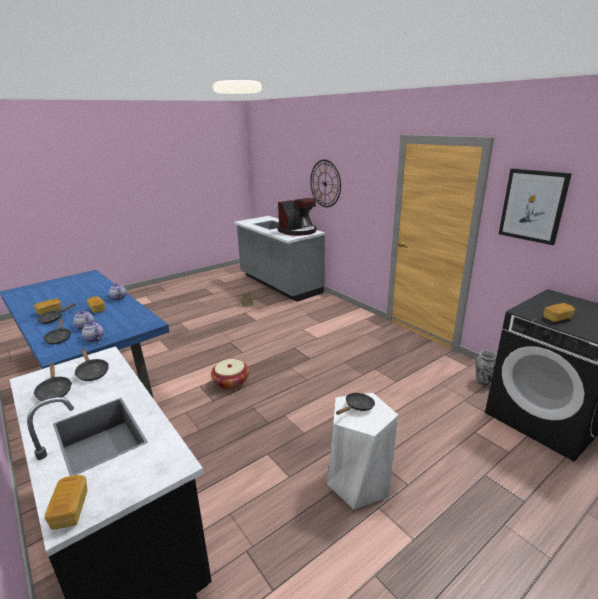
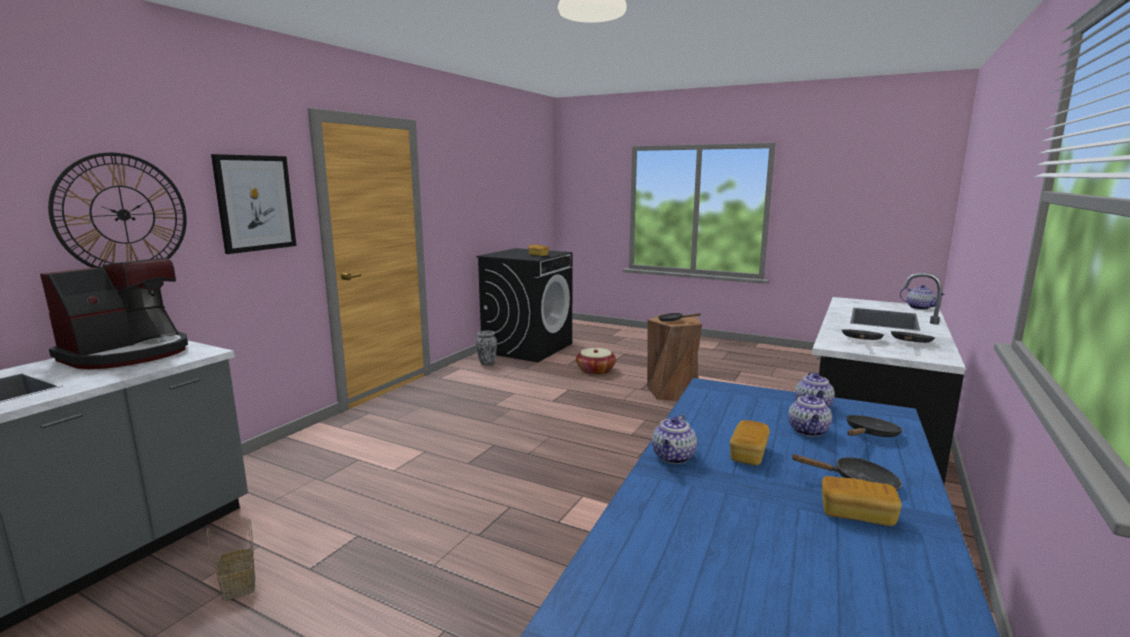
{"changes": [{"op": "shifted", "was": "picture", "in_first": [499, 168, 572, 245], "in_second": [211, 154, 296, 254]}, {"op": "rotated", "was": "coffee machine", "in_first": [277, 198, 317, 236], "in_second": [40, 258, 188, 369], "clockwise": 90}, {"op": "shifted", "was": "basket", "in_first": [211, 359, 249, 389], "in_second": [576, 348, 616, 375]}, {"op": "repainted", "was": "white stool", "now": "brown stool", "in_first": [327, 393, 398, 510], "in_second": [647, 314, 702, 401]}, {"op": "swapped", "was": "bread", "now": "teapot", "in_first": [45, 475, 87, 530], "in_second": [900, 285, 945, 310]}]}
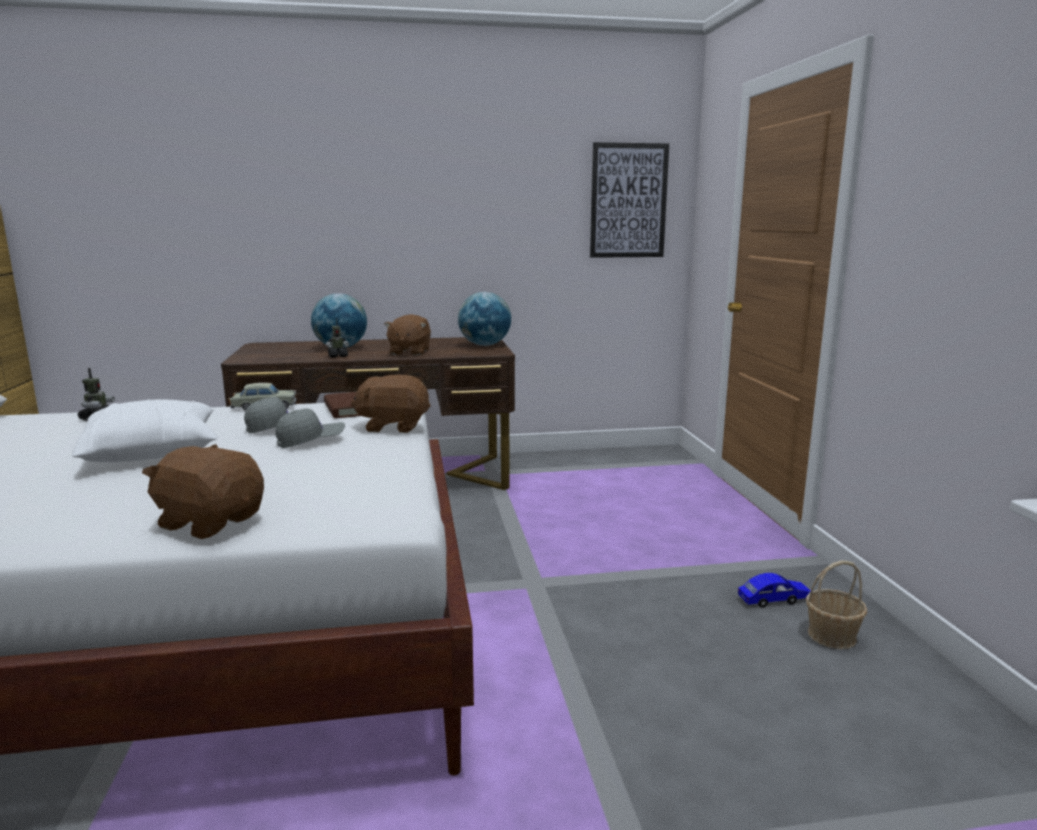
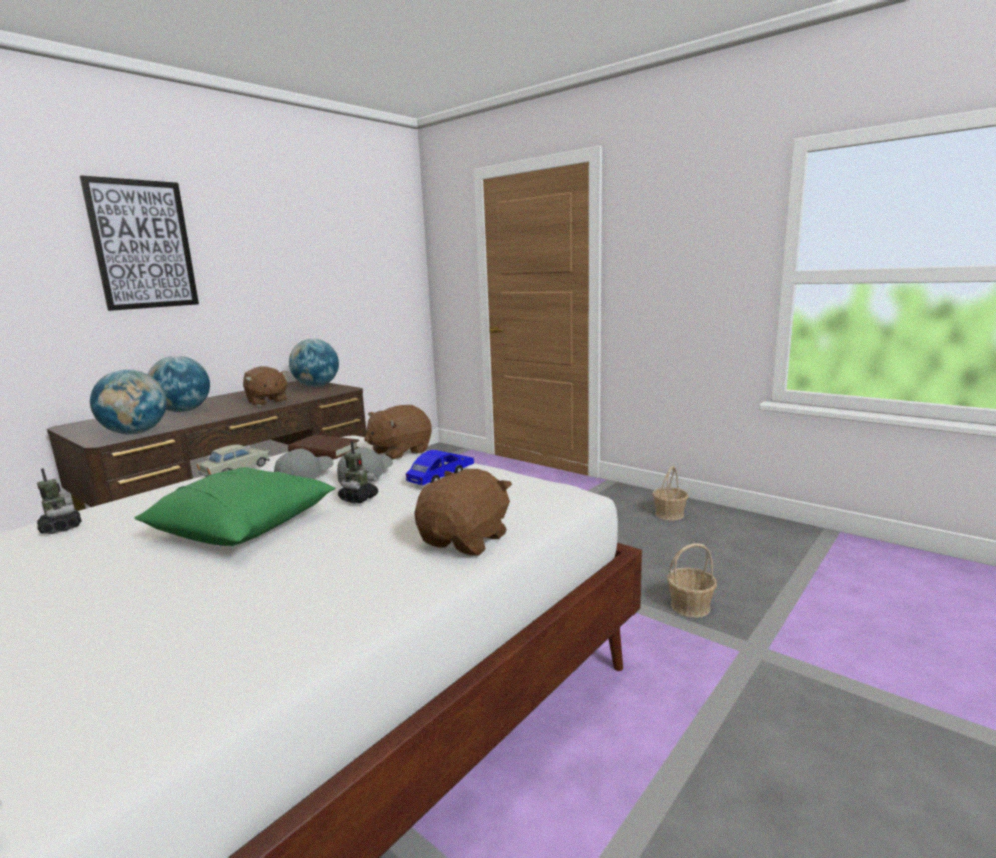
{"changes": [{"op": "shifted", "was": "picture", "in_first": [590, 142, 669, 258], "in_second": [80, 175, 199, 311]}, {"op": "shifted", "was": "toy robot", "in_first": [326, 318, 349, 358], "in_second": [338, 441, 378, 504]}, {"op": "repainted", "was": "white pillow", "now": "green pillow", "in_first": [72, 399, 218, 462], "in_second": [134, 467, 336, 546]}, {"op": "rotated", "was": "brown plush toy", "in_first": [142, 444, 264, 539], "in_second": [414, 469, 512, 556], "clockwise": 135}, {"op": "shifted", "was": "blue toy car", "in_first": [738, 573, 811, 608], "in_second": [406, 450, 474, 485]}, {"op": "new", "now": "globe", "in_second": [90, 369, 167, 435]}, {"op": "new", "now": "basket", "in_second": [667, 543, 717, 618]}]}
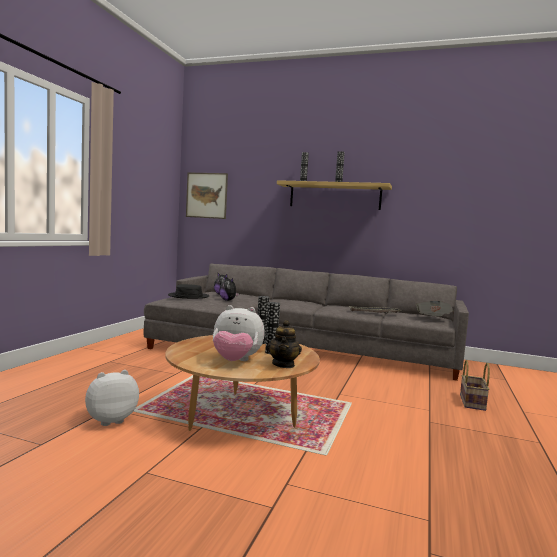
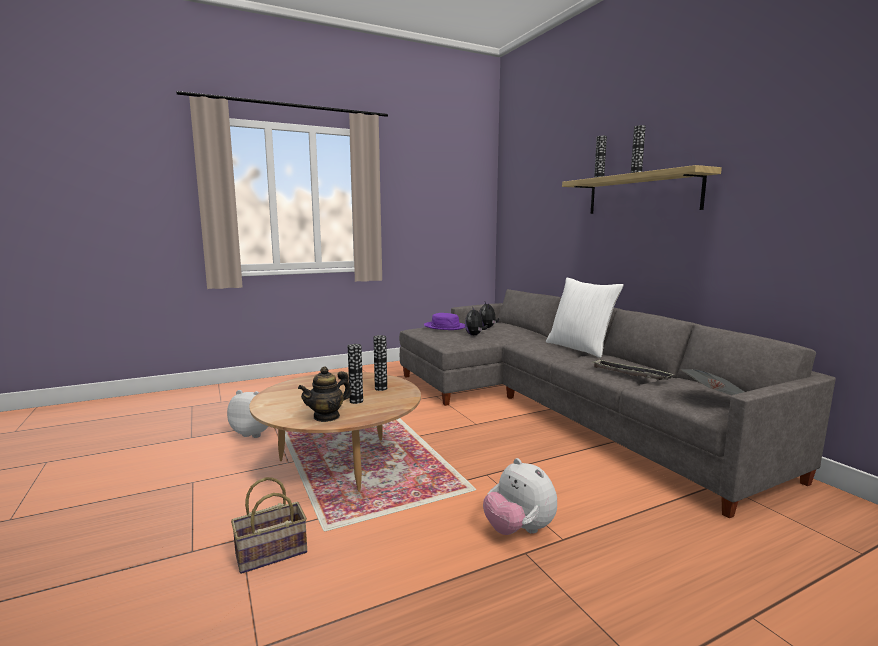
{"changes": [{"op": "gone", "was": "picture", "in_first": [186, 172, 228, 219]}, {"op": "repainted", "was": "black hat", "now": "purple hat", "in_first": [168, 284, 210, 299], "in_second": [424, 313, 465, 330]}, {"op": "shifted", "was": "plush toy", "in_first": [213, 305, 265, 361], "in_second": [483, 458, 557, 535]}, {"op": "shifted", "was": "basket", "in_first": [460, 360, 490, 411], "in_second": [231, 477, 307, 574]}, {"op": "new", "now": "white pillow", "in_second": [546, 278, 624, 358]}]}
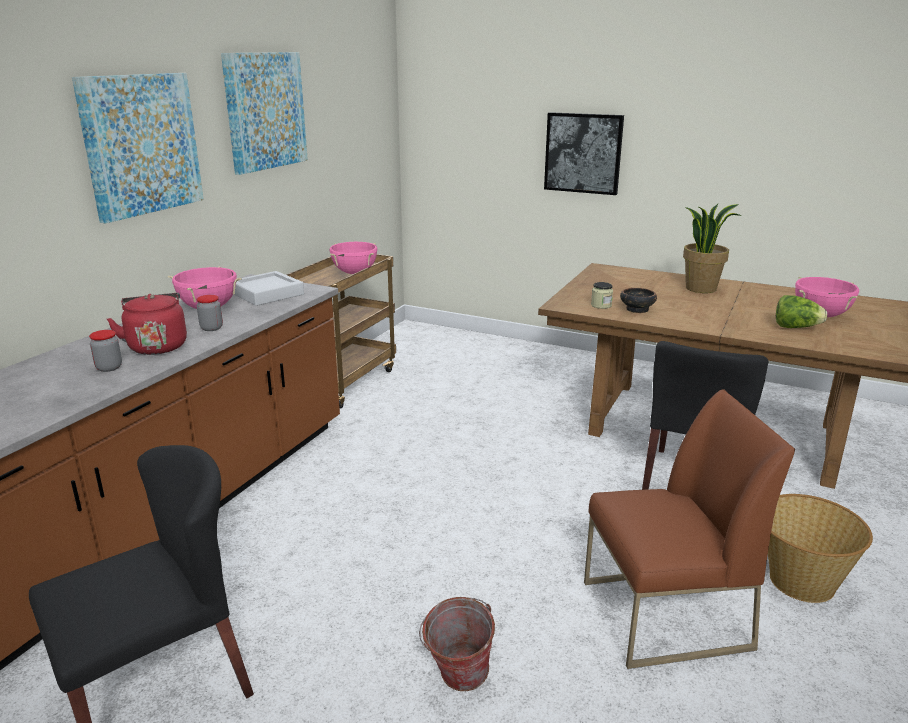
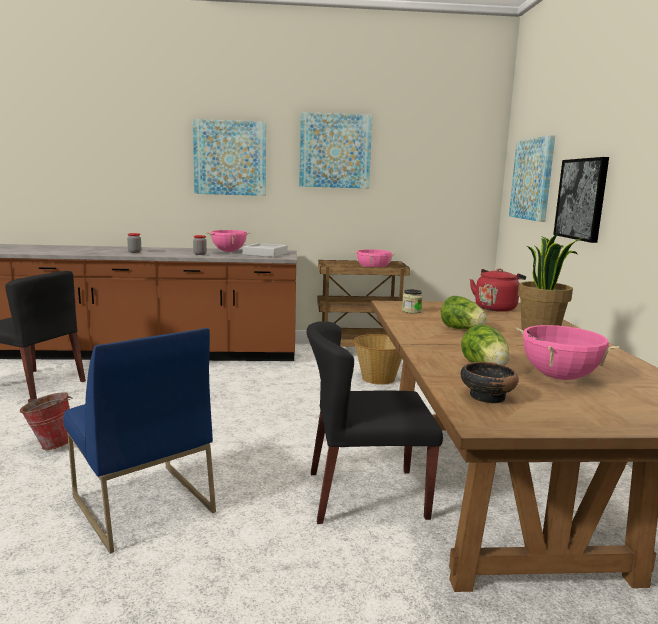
{"changes": [{"op": "shifted", "was": "bowl", "in_first": [620, 288, 657, 313], "in_second": [461, 362, 519, 403]}, {"op": "shifted", "was": "red kettle", "in_first": [107, 293, 187, 355], "in_second": [470, 269, 526, 312]}, {"op": "repainted", "was": "brown chair", "now": "blue chair", "in_first": [584, 389, 795, 669], "in_second": [63, 328, 216, 554]}, {"op": "shifted", "was": "basket", "in_first": [768, 494, 873, 603], "in_second": [353, 334, 402, 385]}, {"op": "new", "now": "picture", "in_second": [509, 135, 555, 222]}, {"op": "new", "now": "lettuce", "in_second": [441, 296, 487, 329]}]}
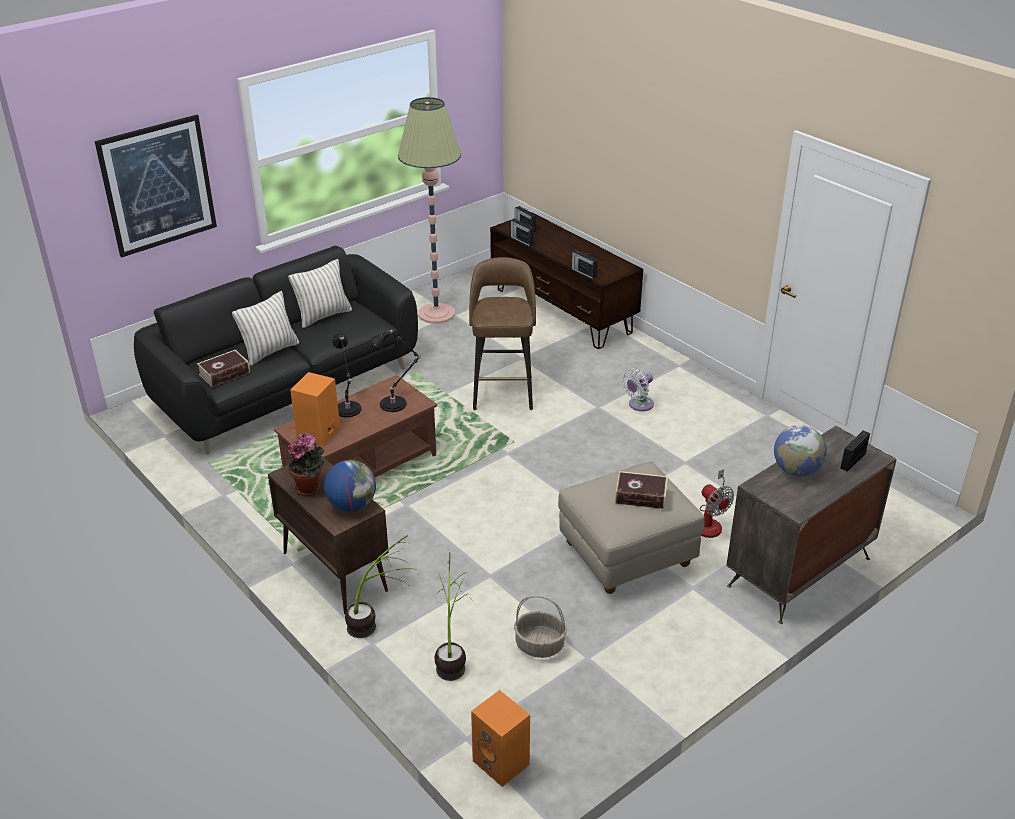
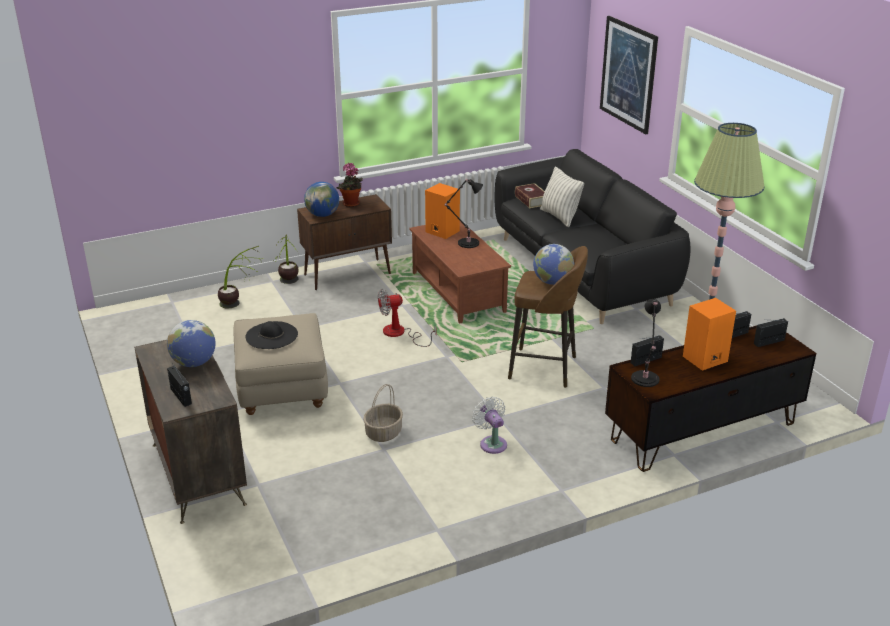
{"changes": [{"op": "gone", "was": "pillow", "in_first": [288, 259, 352, 328]}, {"op": "shifted", "was": "black table lamp", "in_first": [371, 329, 421, 412], "in_second": [631, 299, 661, 387]}, {"op": "shifted", "was": "fan", "in_first": [700, 469, 734, 538], "in_second": [378, 289, 436, 347]}, {"op": "swapped", "was": "book", "now": "black hat", "in_first": [615, 471, 668, 509], "in_second": [246, 321, 298, 349]}, {"op": "shifted", "was": "basket", "in_first": [514, 596, 566, 658], "in_second": [363, 384, 403, 442]}, {"op": "shifted", "was": "orange speaker", "in_first": [471, 690, 530, 787], "in_second": [683, 298, 736, 371]}, {"op": "new", "now": "globe", "in_second": [533, 244, 574, 285]}]}
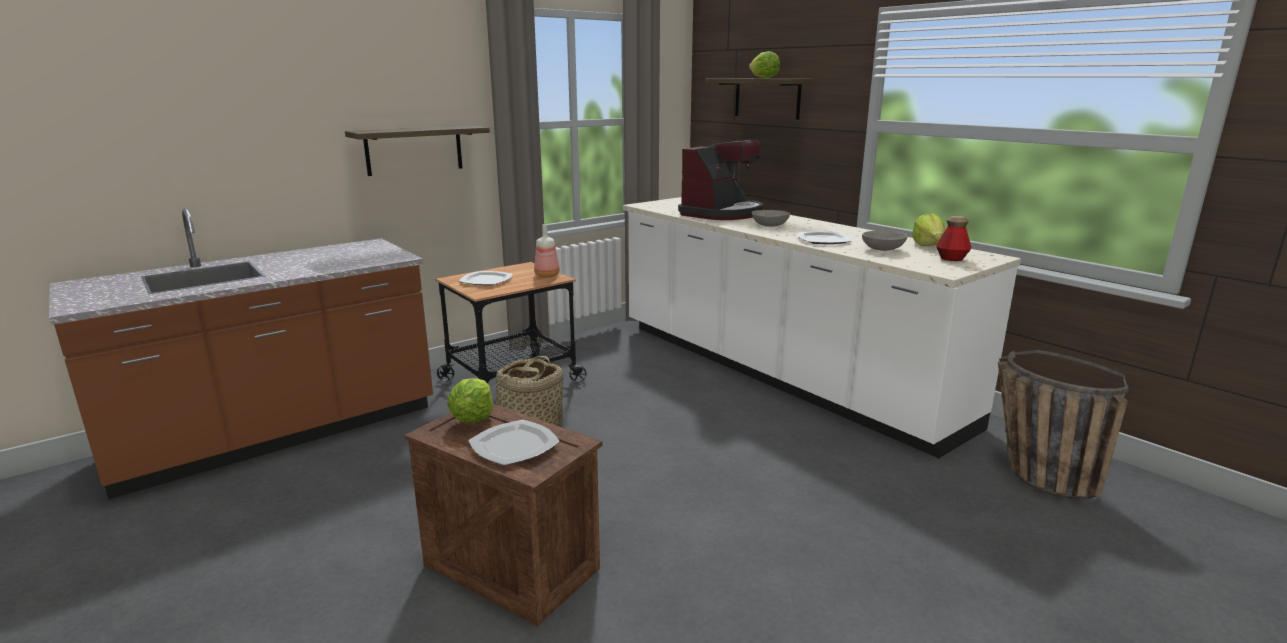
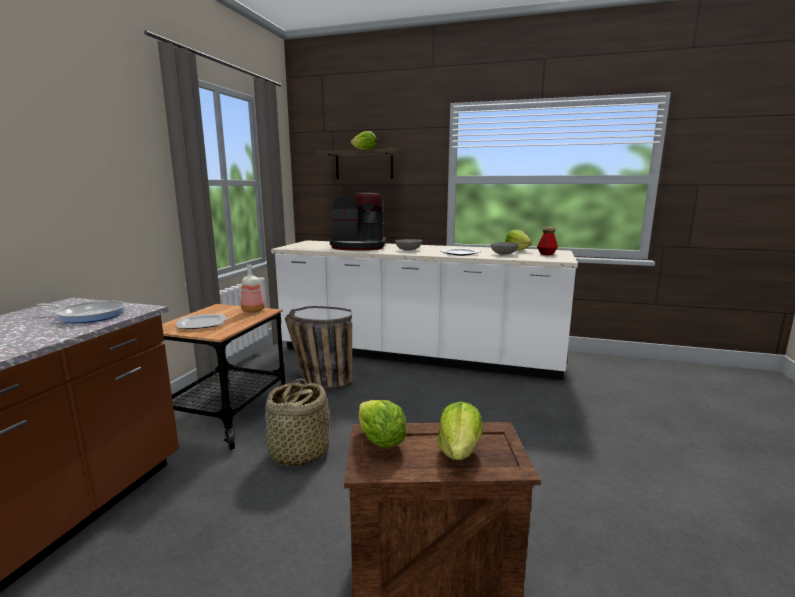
{"changes": [{"op": "gone", "was": "shelf", "in_first": [345, 125, 490, 176]}, {"op": "rotated", "was": "coffee machine", "in_first": [678, 139, 763, 220], "in_second": [330, 192, 386, 251], "clockwise": 90}, {"op": "shifted", "was": "basket", "in_first": [998, 350, 1129, 499], "in_second": [285, 306, 352, 390]}, {"op": "swapped", "was": "plate", "now": "lettuce", "in_first": [468, 420, 560, 465], "in_second": [438, 401, 483, 460]}, {"op": "new", "now": "frying pan", "in_second": [37, 301, 125, 323]}]}
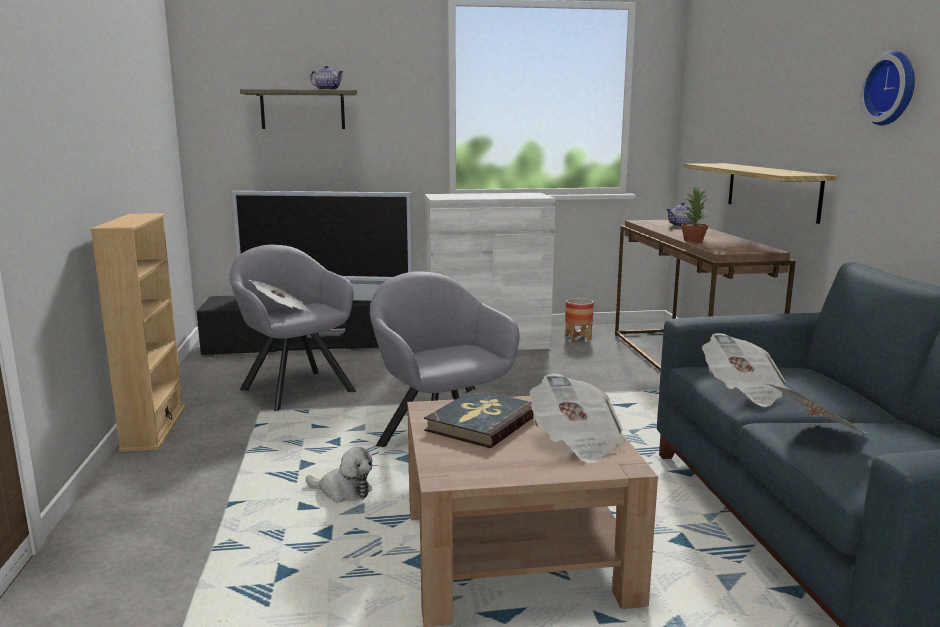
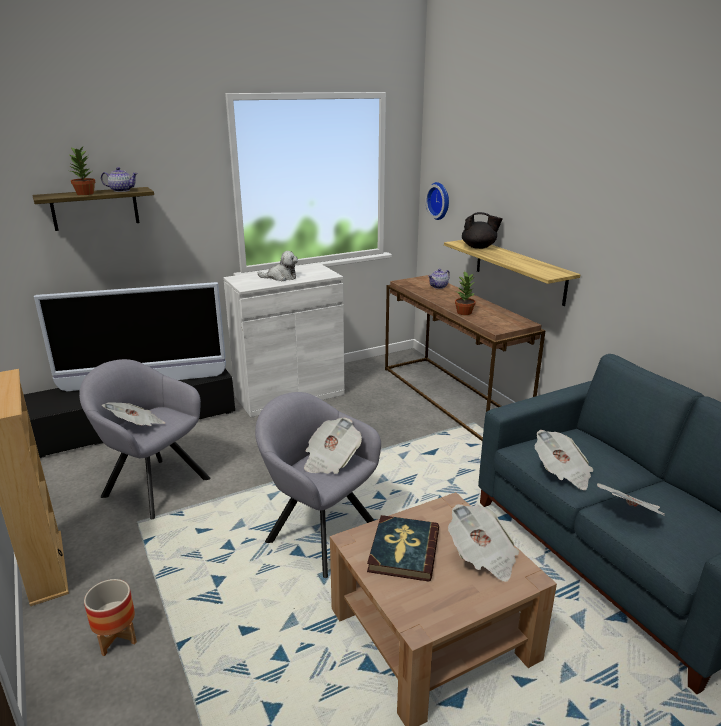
{"changes": [{"op": "shifted", "was": "wall clock", "in_first": [859, 50, 915, 126], "in_second": [425, 182, 449, 220]}, {"op": "shifted", "was": "planter", "in_first": [565, 298, 594, 341], "in_second": [84, 579, 137, 656]}, {"op": "shifted", "was": "plush toy", "in_first": [306, 447, 372, 503], "in_second": [258, 251, 298, 281]}, {"op": "new", "now": "potted plant", "in_second": [68, 146, 96, 195]}, {"op": "new", "now": "black teapot", "in_second": [462, 212, 503, 249]}, {"op": "new", "now": "newspaper", "in_second": [304, 418, 362, 474]}]}
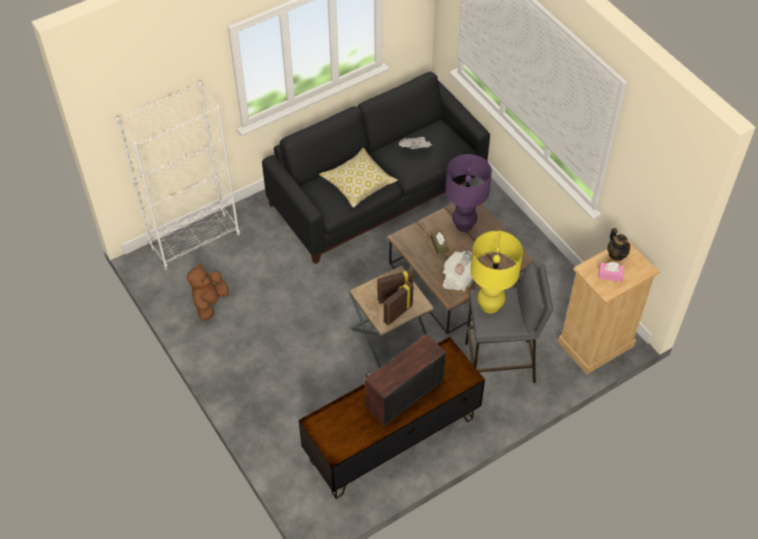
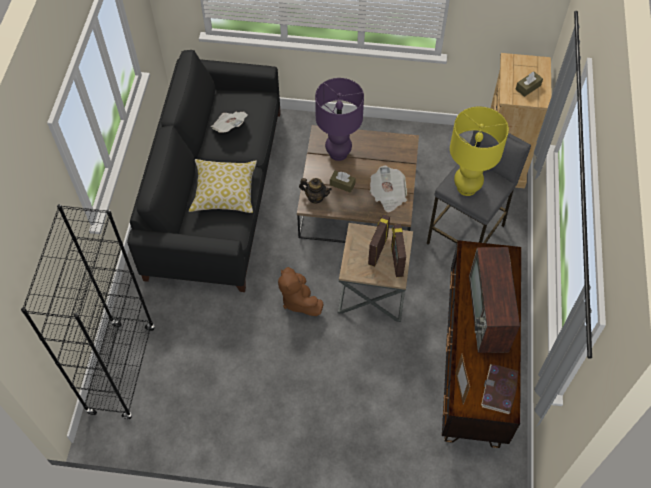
{"changes": [{"op": "repainted", "was": "white bookcase", "now": "black bookcase", "in_first": [116, 82, 240, 270], "in_second": [21, 204, 155, 420]}, {"op": "shifted", "was": "teapot", "in_first": [607, 228, 630, 261], "in_second": [299, 178, 332, 203]}, {"op": "repainted", "was": "pink tissue box", "now": "brown tissue box", "in_first": [598, 262, 624, 282], "in_second": [515, 72, 543, 97]}, {"op": "shifted", "was": "brown plush toy", "in_first": [187, 263, 229, 321], "in_second": [278, 267, 324, 316]}, {"op": "new", "now": "picture frame", "in_second": [456, 354, 470, 405]}, {"op": "new", "now": "book", "in_second": [481, 364, 519, 414]}]}
